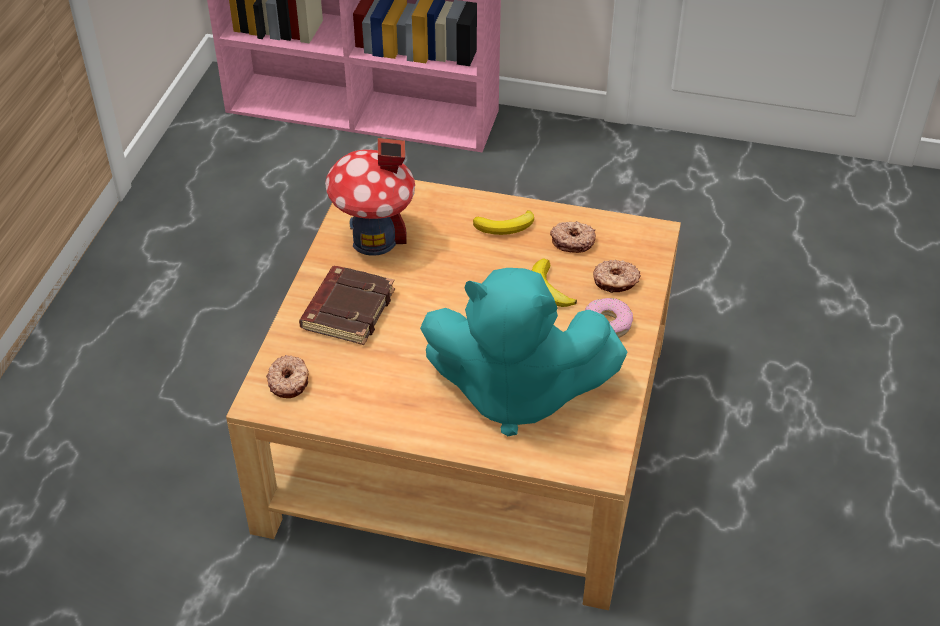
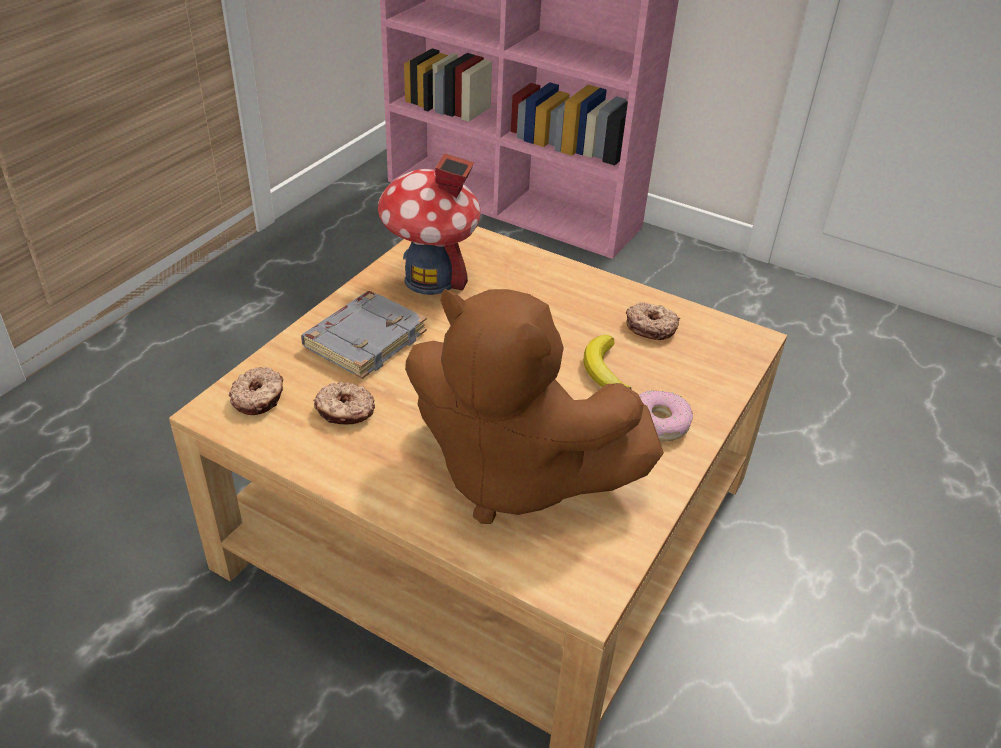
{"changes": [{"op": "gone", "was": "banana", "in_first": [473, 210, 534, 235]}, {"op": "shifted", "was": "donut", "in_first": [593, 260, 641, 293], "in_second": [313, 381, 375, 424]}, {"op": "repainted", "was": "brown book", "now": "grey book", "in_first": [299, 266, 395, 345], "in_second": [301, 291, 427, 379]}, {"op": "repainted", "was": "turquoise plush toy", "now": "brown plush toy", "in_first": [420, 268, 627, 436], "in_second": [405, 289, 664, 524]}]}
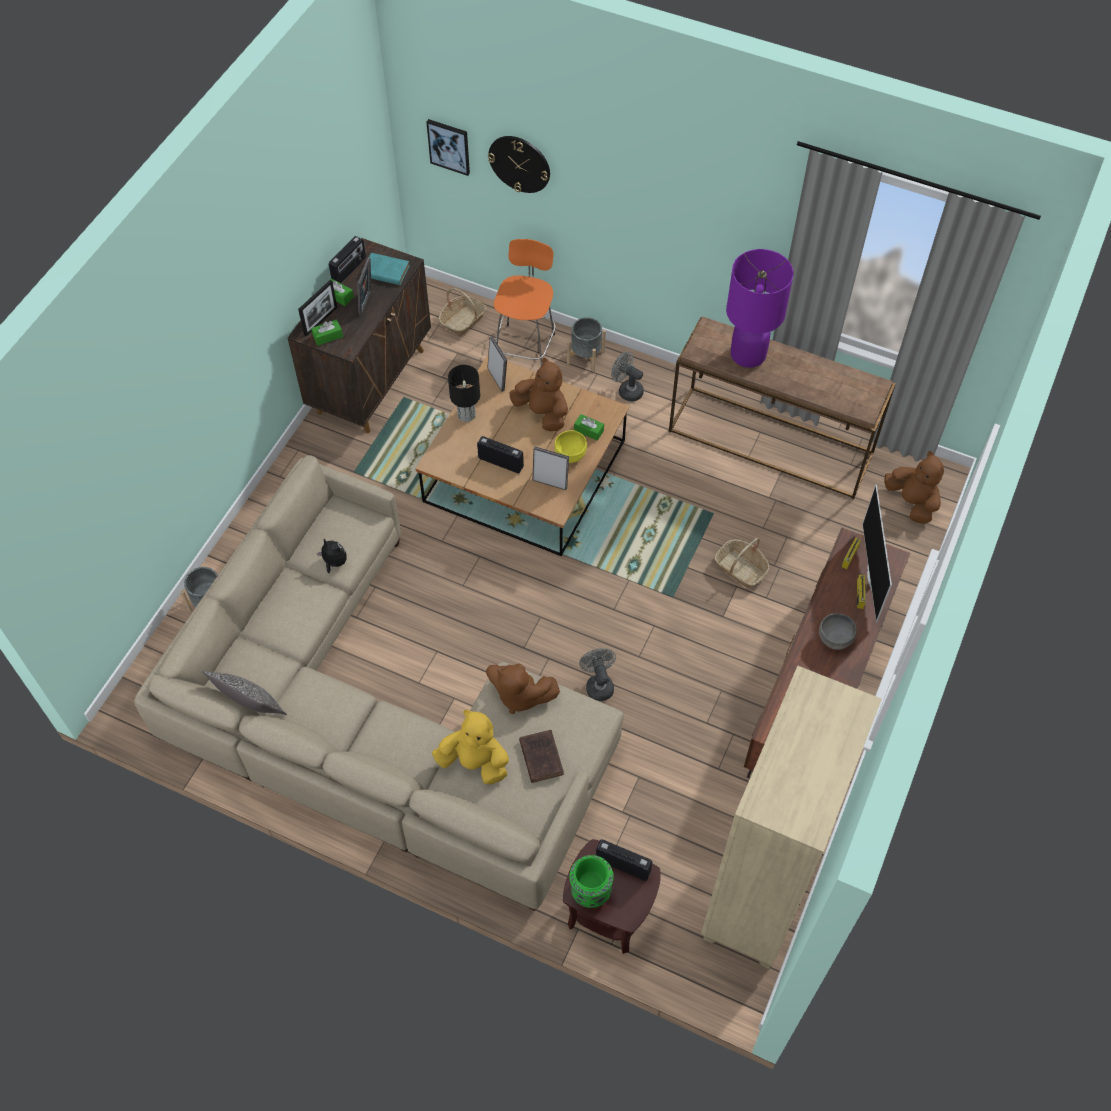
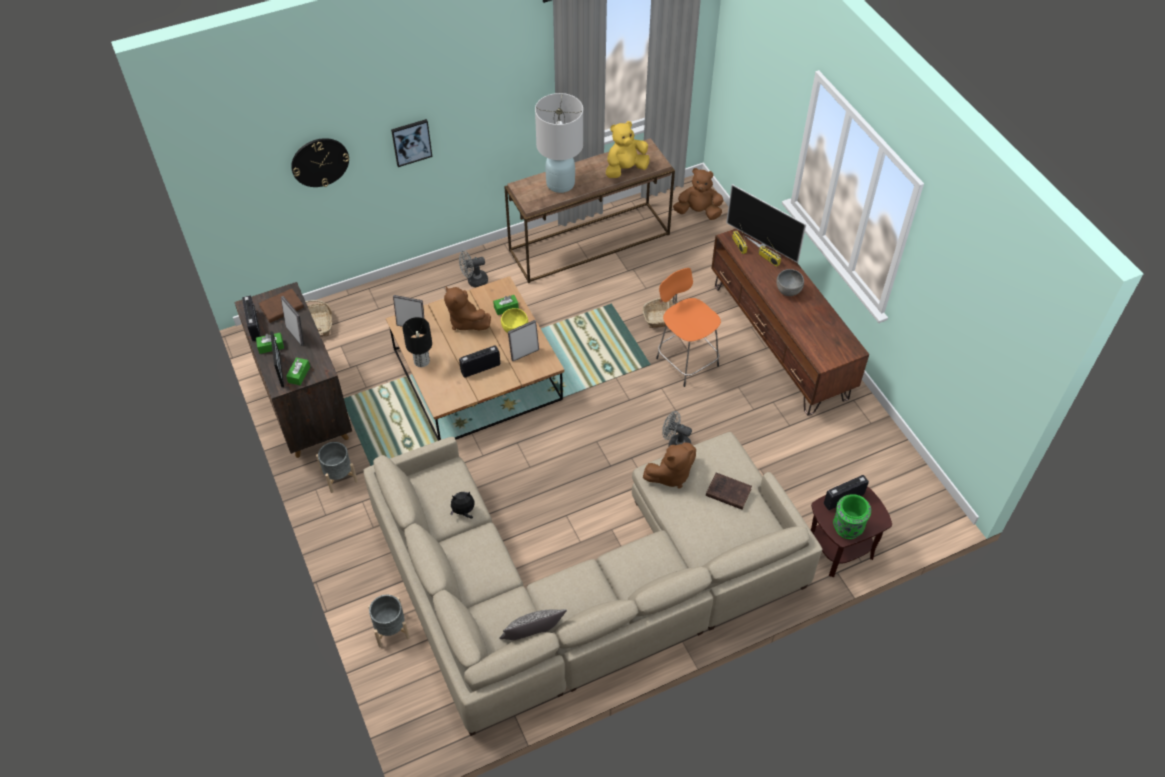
{"changes": [{"op": "shifted", "was": "picture", "in_first": [426, 119, 470, 176], "in_second": [391, 119, 432, 167]}, {"op": "shifted", "was": "orange stool", "in_first": [494, 239, 555, 366], "in_second": [656, 268, 721, 387]}, {"op": "repainted", "was": "purple table lamp", "now": "white table lamp", "in_first": [726, 249, 794, 368], "in_second": [535, 93, 583, 193]}, {"op": "repainted", "was": "turquoise book", "now": "brown book", "in_first": [361, 253, 410, 285], "in_second": [258, 289, 304, 323]}, {"op": "shifted", "was": "grey planter", "in_first": [567, 317, 606, 372], "in_second": [316, 442, 358, 493]}, {"op": "rotated", "was": "brown plush toy", "in_first": [509, 357, 568, 431], "in_second": [444, 286, 491, 331], "clockwise": -120}, {"op": "gone", "was": "beige bookcase", "in_first": [701, 666, 882, 969]}, {"op": "shifted", "was": "yellow plush toy", "in_first": [432, 710, 509, 784], "in_second": [606, 121, 650, 178]}]}
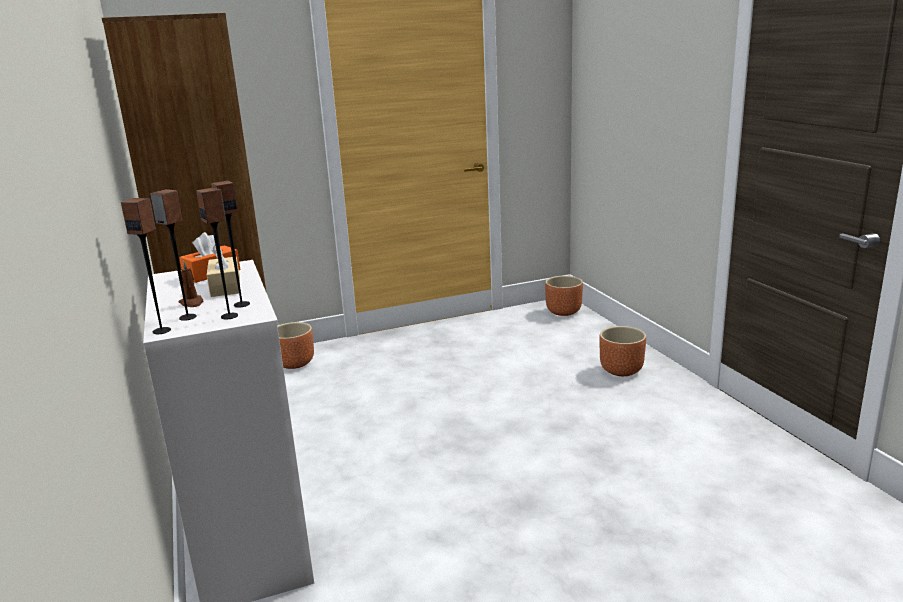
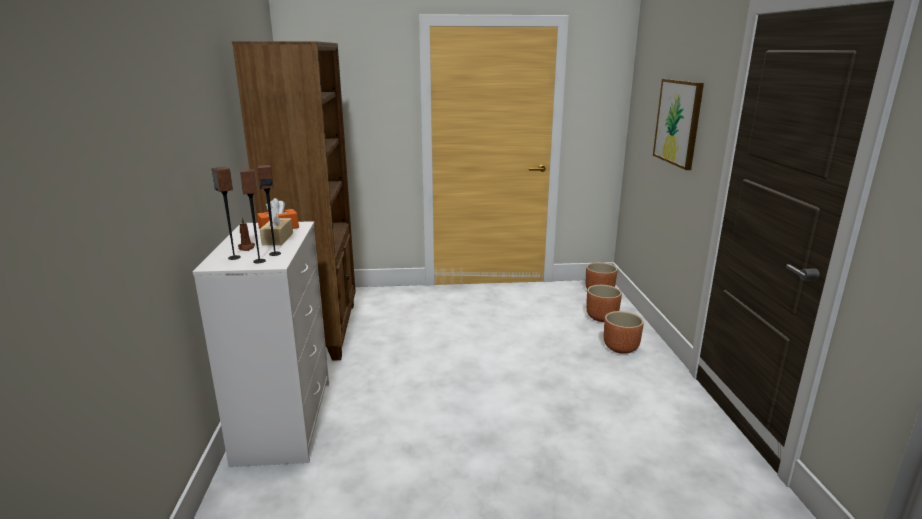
{"changes": [{"op": "gone", "was": "speaker", "in_first": [121, 198, 171, 334]}, {"op": "shifted", "was": "brown planter", "in_first": [277, 322, 314, 369], "in_second": [586, 285, 622, 322]}, {"op": "new", "now": "picture", "in_second": [653, 79, 704, 170]}]}
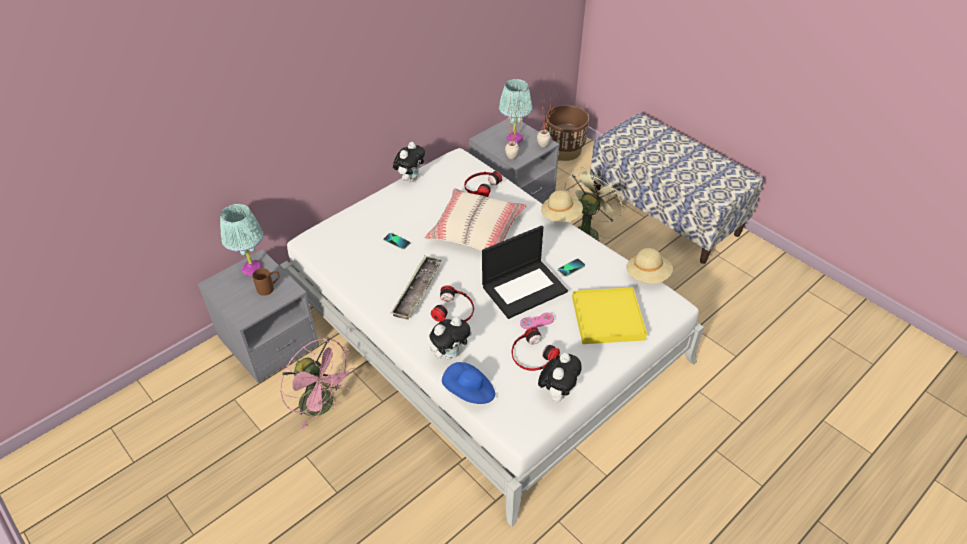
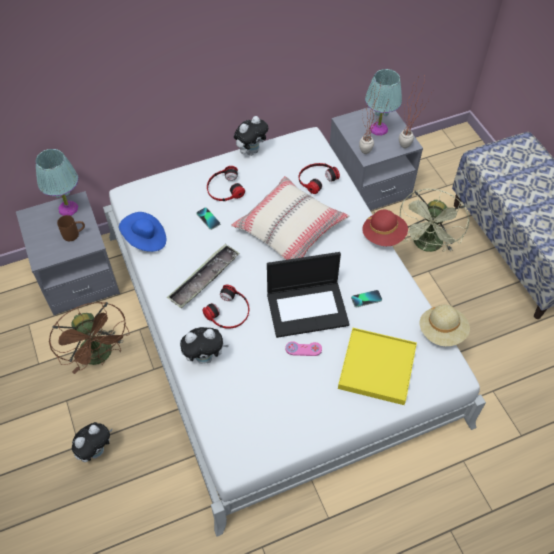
{"changes": [{"op": "gone", "was": "brown planter", "in_first": [545, 105, 589, 161]}, {"op": "rotated", "was": "green fan", "in_first": [565, 167, 626, 242], "in_second": [400, 189, 469, 252], "clockwise": 150}, {"op": "repainted", "was": "beige hat", "now": "red hat", "in_first": [541, 190, 583, 222], "in_second": [362, 210, 408, 246]}, {"op": "shifted", "was": "headphones", "in_first": [512, 327, 560, 371], "in_second": [207, 166, 245, 201]}, {"op": "repainted", "was": "pink fan", "now": "brown fan", "in_first": [280, 338, 355, 429], "in_second": [49, 302, 130, 374]}, {"op": "shifted", "was": "plush toy", "in_first": [538, 353, 582, 402], "in_second": [72, 422, 112, 462]}, {"op": "shifted", "was": "blue hat", "in_first": [442, 362, 495, 404], "in_second": [119, 212, 166, 252]}]}
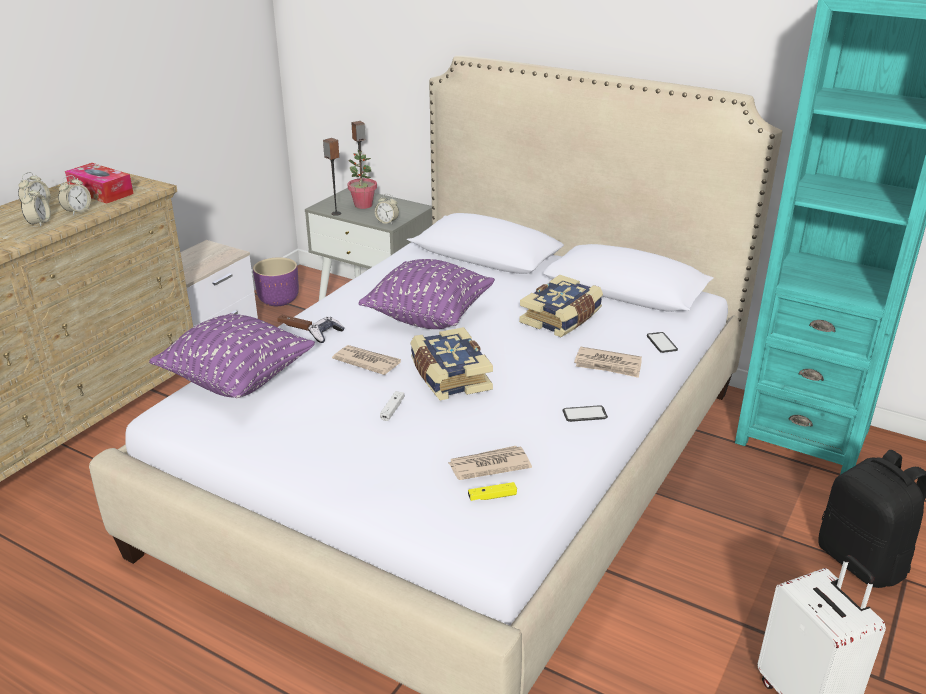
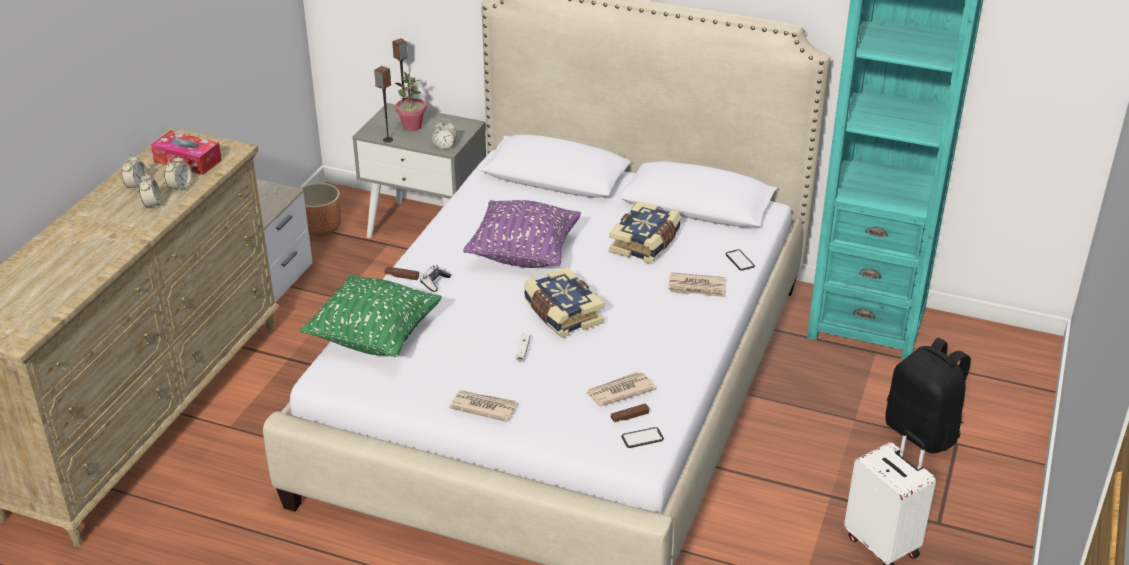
{"changes": [{"op": "repainted", "was": "purple planter", "now": "brown planter", "in_first": [253, 257, 299, 306], "in_second": [300, 183, 342, 237]}, {"op": "repainted", "was": "purple pillow", "now": "green pillow", "in_first": [149, 313, 315, 398], "in_second": [300, 274, 442, 357]}, {"op": "shifted", "was": "newspaper", "in_first": [332, 345, 401, 375], "in_second": [449, 390, 518, 422]}, {"op": "shifted", "was": "phone", "in_first": [562, 405, 608, 422], "in_second": [621, 427, 664, 448]}, {"op": "repainted", "was": "yellow game controller", "now": "brown game controller", "in_first": [468, 482, 517, 501], "in_second": [611, 403, 649, 422]}]}
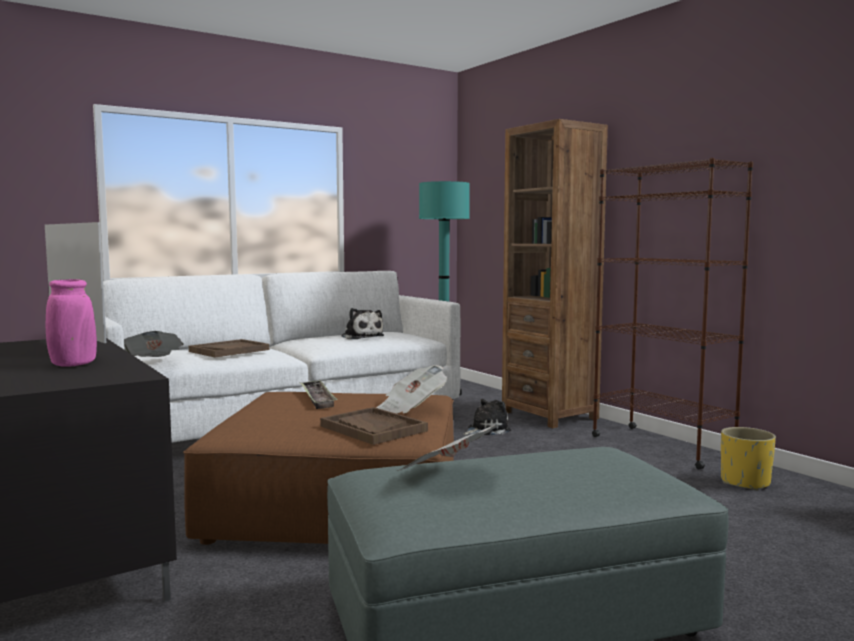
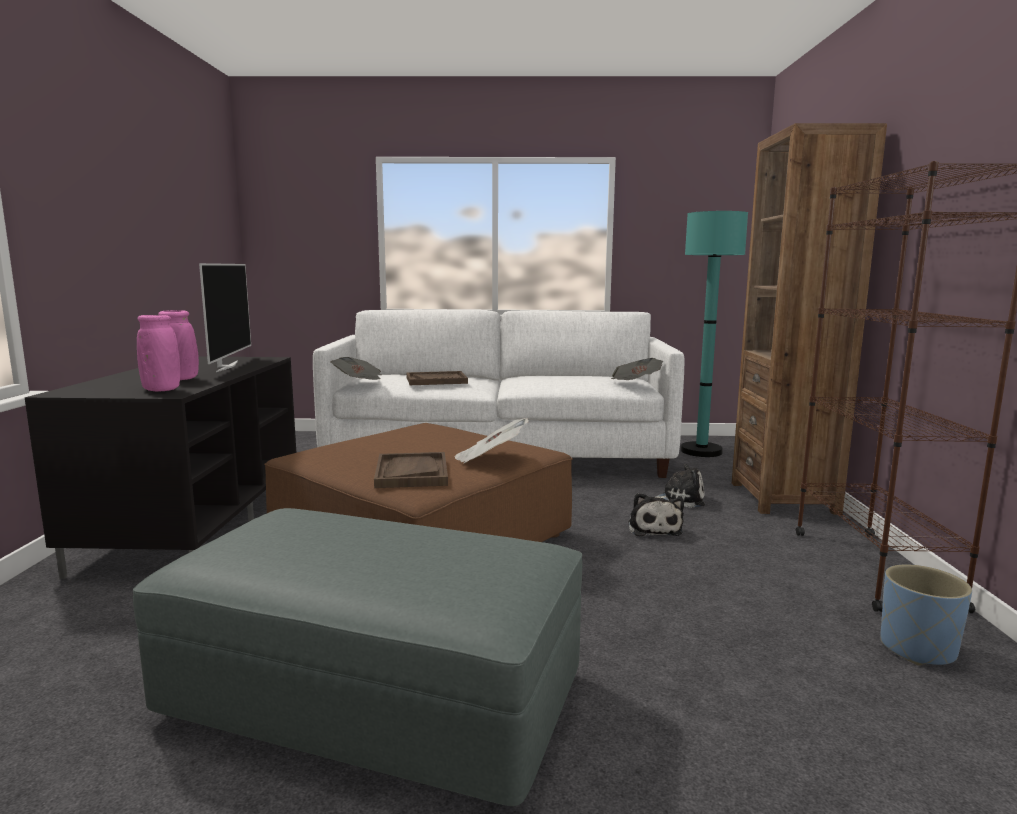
{"changes": [{"op": "shifted", "was": "plush toy", "in_first": [342, 308, 384, 339], "in_second": [628, 493, 684, 536]}, {"op": "gone", "was": "tray", "in_first": [299, 380, 338, 409]}, {"op": "shifted", "was": "newspaper", "in_first": [397, 425, 498, 471], "in_second": [611, 358, 663, 380]}, {"op": "repainted", "was": "yellow planter", "now": "blue planter", "in_first": [721, 427, 776, 491], "in_second": [880, 564, 972, 666]}, {"op": "new", "now": "pink vase", "in_second": [137, 315, 180, 392]}]}
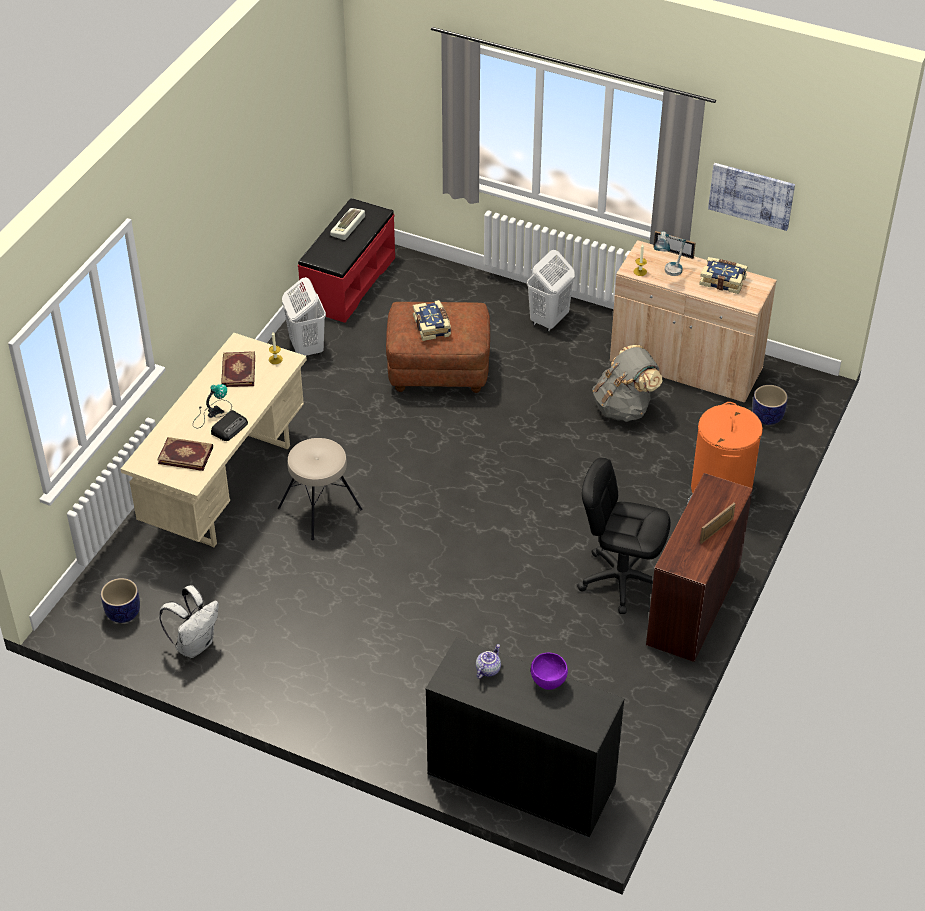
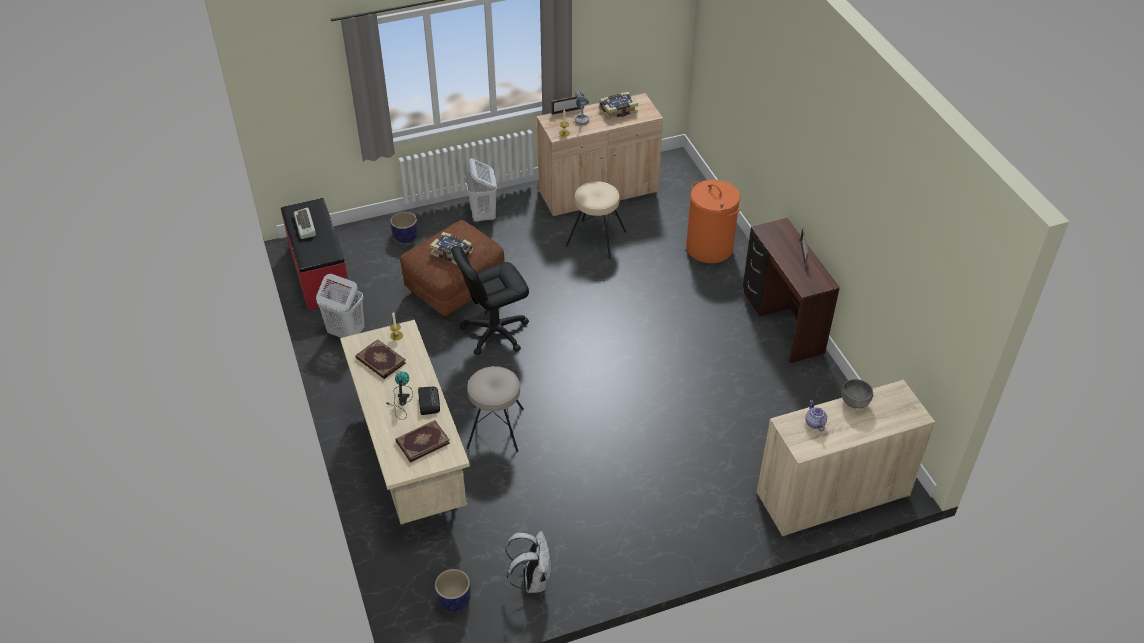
{"changes": [{"op": "gone", "was": "picture", "in_first": [708, 163, 795, 231]}, {"op": "swapped", "was": "grey backpack", "now": "beige stool", "in_first": [592, 345, 663, 422], "in_second": [566, 181, 626, 258]}, {"op": "shifted", "was": "planter", "in_first": [752, 385, 788, 425], "in_second": [390, 211, 418, 244]}, {"op": "shifted", "was": "black office chair", "in_first": [577, 458, 671, 614], "in_second": [451, 246, 529, 355]}, {"op": "repainted", "was": "black cabinet", "now": "beige cabinet", "in_first": [426, 637, 625, 838], "in_second": [757, 380, 935, 537]}, {"op": "repainted", "was": "purple bowl", "now": "grey bowl", "in_first": [531, 653, 568, 690], "in_second": [841, 379, 873, 409]}]}
